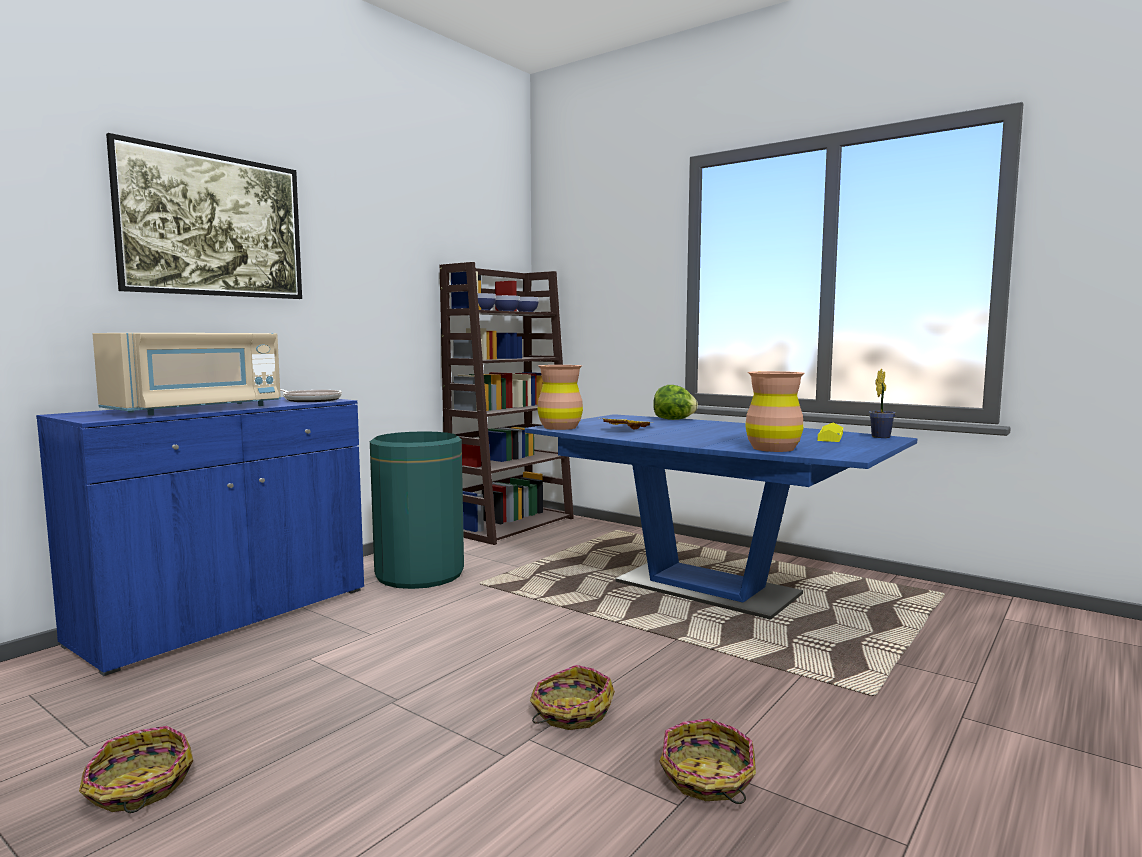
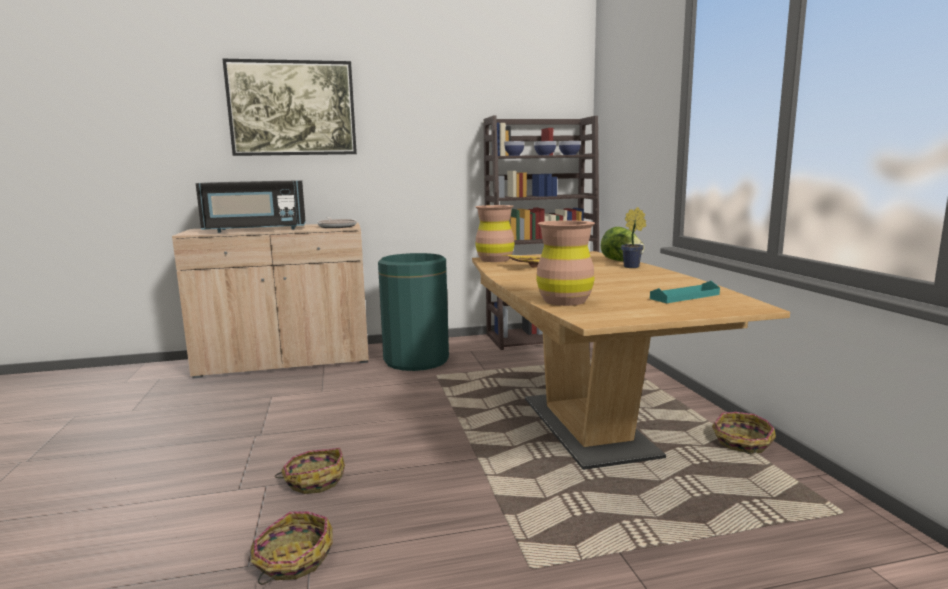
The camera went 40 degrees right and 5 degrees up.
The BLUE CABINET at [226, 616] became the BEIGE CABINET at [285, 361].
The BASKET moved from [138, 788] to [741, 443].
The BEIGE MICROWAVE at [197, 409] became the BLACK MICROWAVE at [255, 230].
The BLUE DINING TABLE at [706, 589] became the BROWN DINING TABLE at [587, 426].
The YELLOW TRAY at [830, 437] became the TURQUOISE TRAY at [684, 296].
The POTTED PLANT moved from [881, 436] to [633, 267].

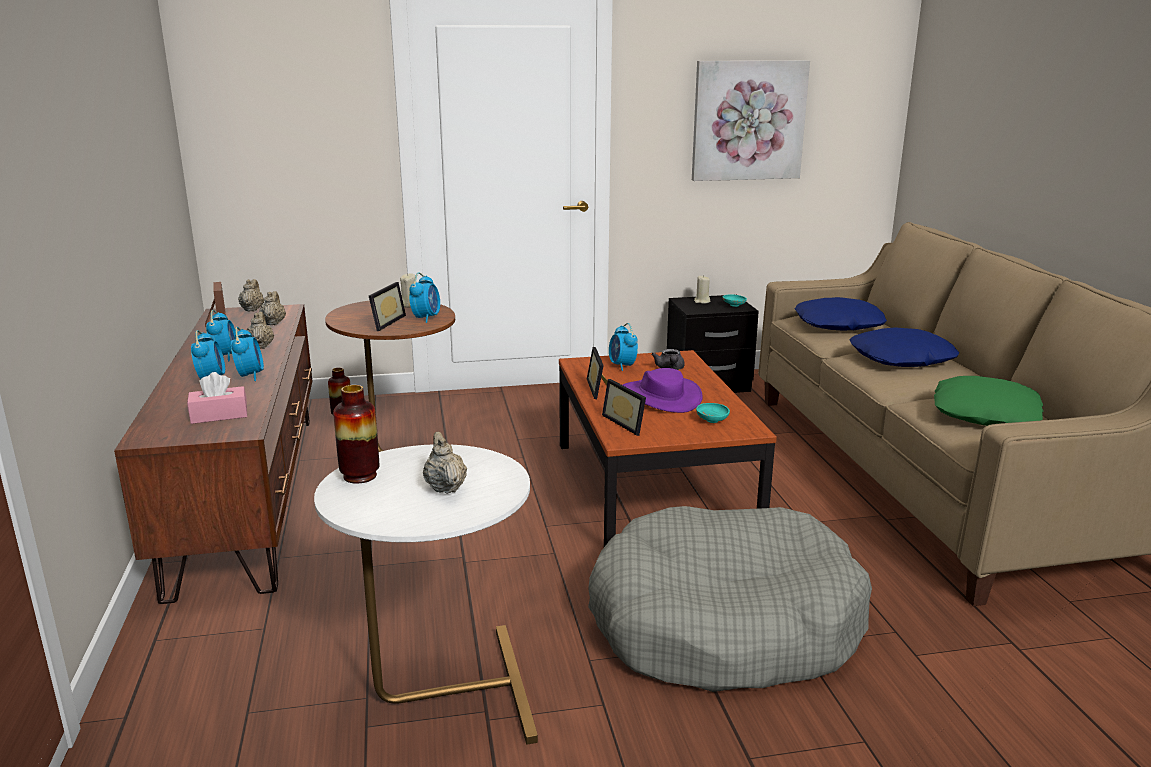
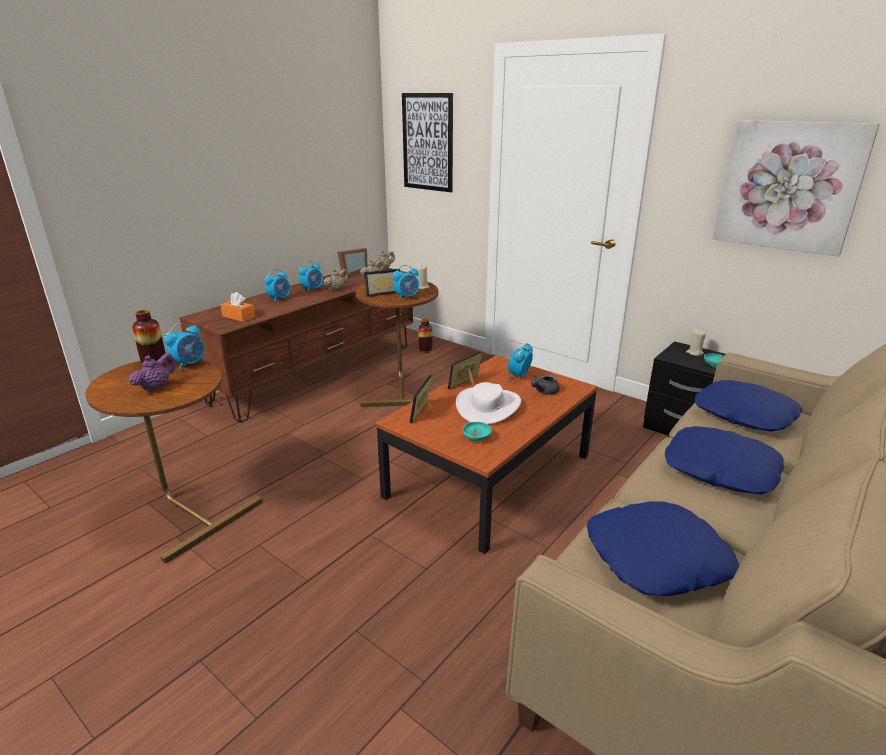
The camera went 50 degrees right and 5 degrees up.
The PINK TISSUE BOX at [219, 415] became the ORANGE TISSUE BOX at [238, 317].
The ALARM CLOCK moved from [250, 376] to [189, 364].
The WHITE SIDE TABLE at [441, 695] became the BROWN SIDE TABLE at [188, 511].
The BEIGE TEAPOT at [445, 487] became the PURPLE TEAPOT at [156, 387].
The GREY DOG BED at [723, 625] disappeared.
The PURPLE HAT at [661, 396] became the WHITE HAT at [488, 406].
The GREEN PILLOW at [984, 413] became the BLUE PILLOW at [656, 556].
The PICTURE at [428, 142] appeared.

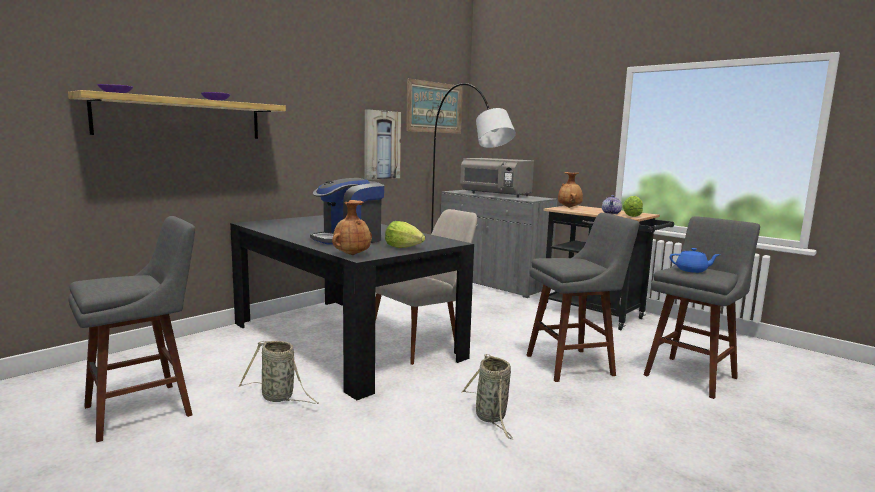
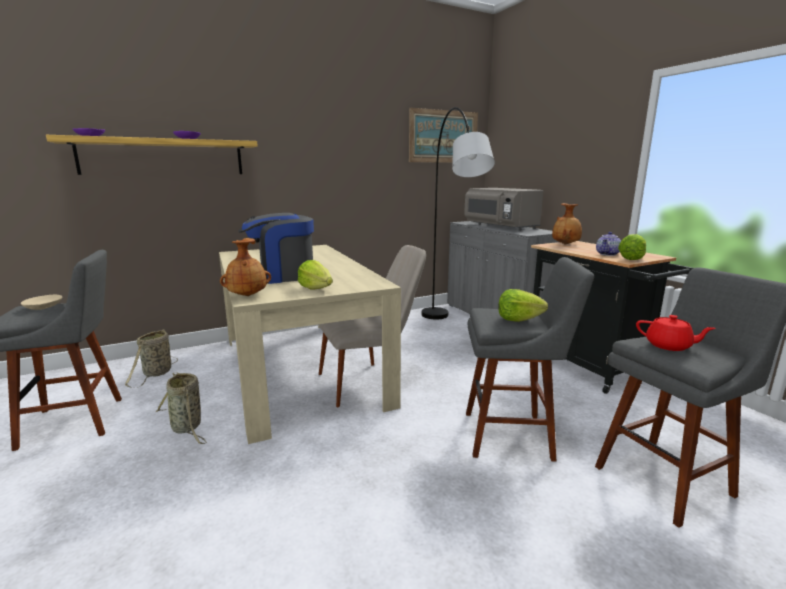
The camera went 20 degrees right and 5 degrees up.
The BLACK DINING TABLE at [344, 340] became the BEIGE DINING TABLE at [300, 368].
The PICTURE at [381, 145] disappeared.
The BASKET moved from [491, 418] to [156, 374].
The BLUE TEAPOT at [692, 270] became the RED TEAPOT at [669, 346].
The BEIGE BOWL at [43, 308] appeared.
The LETTUCE at [518, 319] appeared.

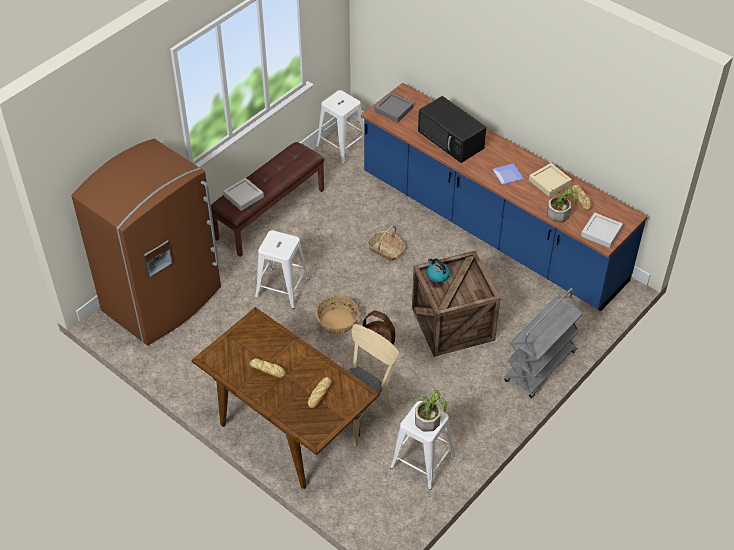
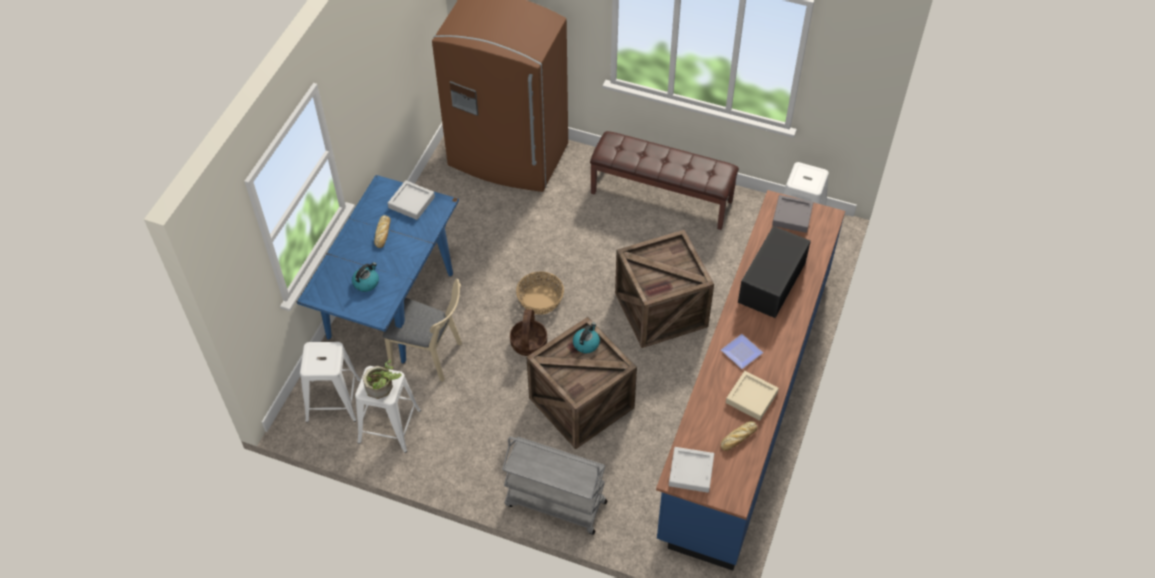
The camera went 70 degrees right and 5 degrees up.
The BROWN DINING TABLE at [288, 429] became the BLUE DINING TABLE at [391, 304].
The GREY TRAY moved from [243, 196] to [411, 202].
The WHITE STOOL moved from [282, 287] to [333, 400].
The BREAD at [319, 395] was replaced by the KETTLE at [366, 282].
The BASKET at [386, 250] was replaced by the CRATE at [660, 311].
The POTTED PLANT at [560, 212] disappeared.

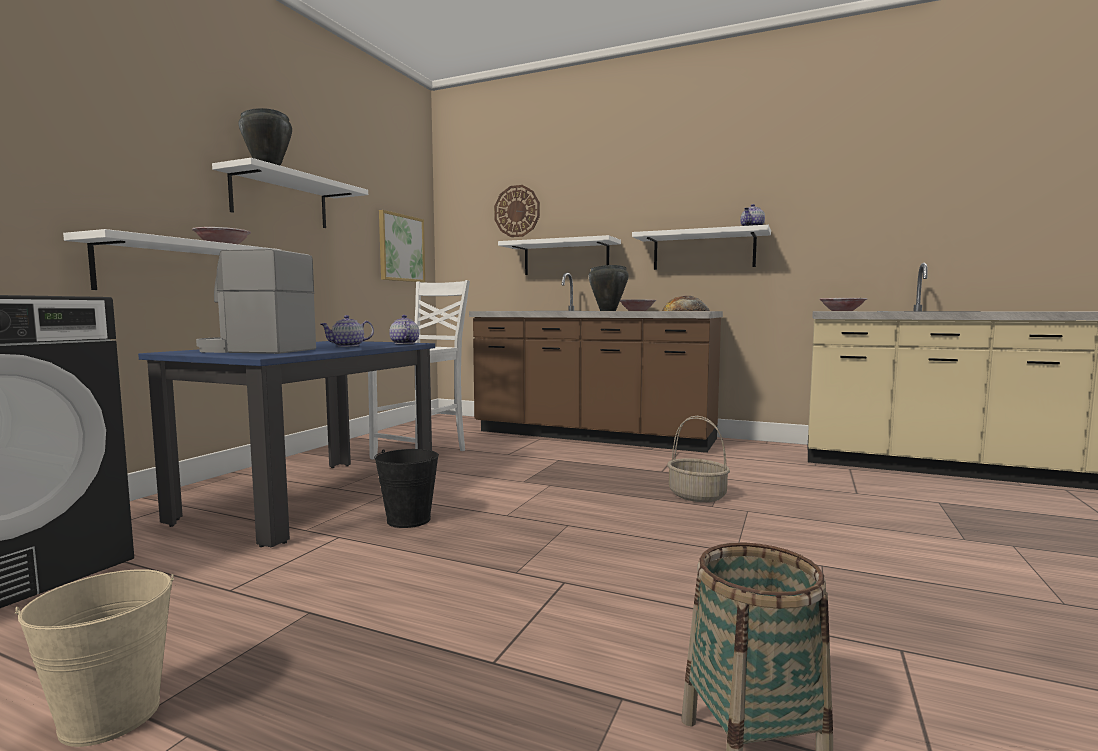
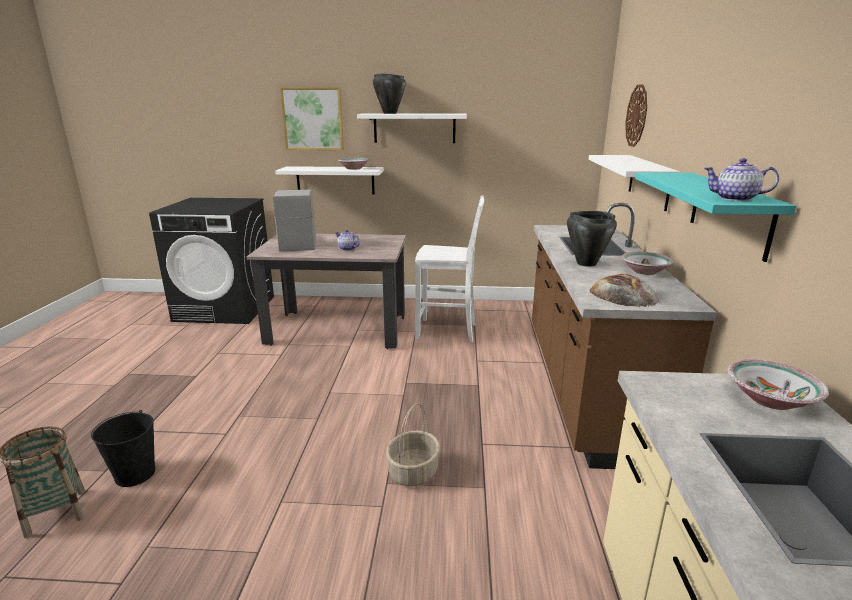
The camera went 70 degrees right and 15 degrees up.
The BEIGE BUCKET at [110, 715] disappeared.
The BLUE DINING TABLE at [313, 498] became the BEIGE DINING TABLE at [337, 329].
The BLACK BUCKET moved from [409, 520] to [135, 474].
The PICTURE moved from [401, 248] to [313, 119].
The TEAPOT at [403, 343] disappeared.
The WHITE SHELF at [703, 251] became the TURQUOISE SHELF at [729, 213].

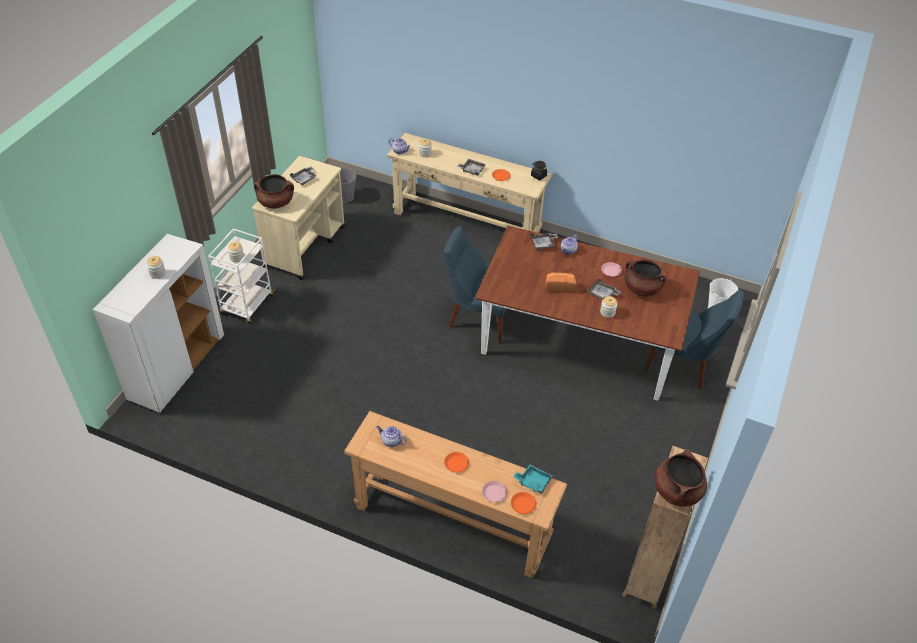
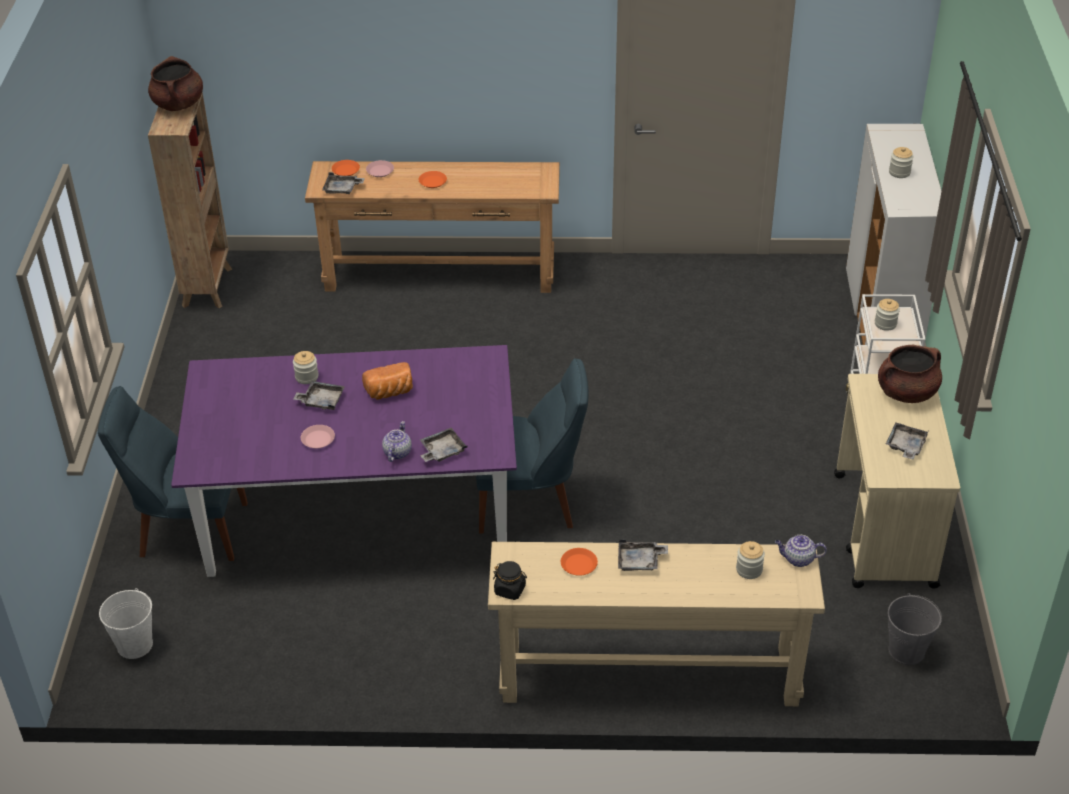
The camera went 160 degrees right and 5 degrees down.
The TEAPOT at [391, 441] disappeared.
The BROWN DINING TABLE at [578, 343] became the PURPLE DINING TABLE at [359, 512].
The TURQUOISE TRAY at [533, 481] became the GREY TRAY at [342, 189].
The BROWN COOKING POT at [641, 289] disappeared.

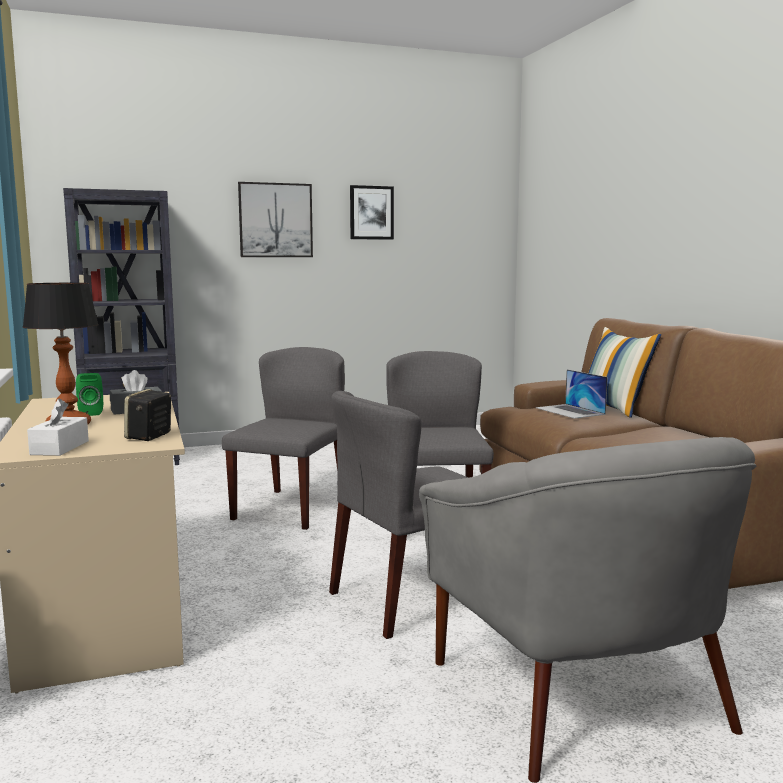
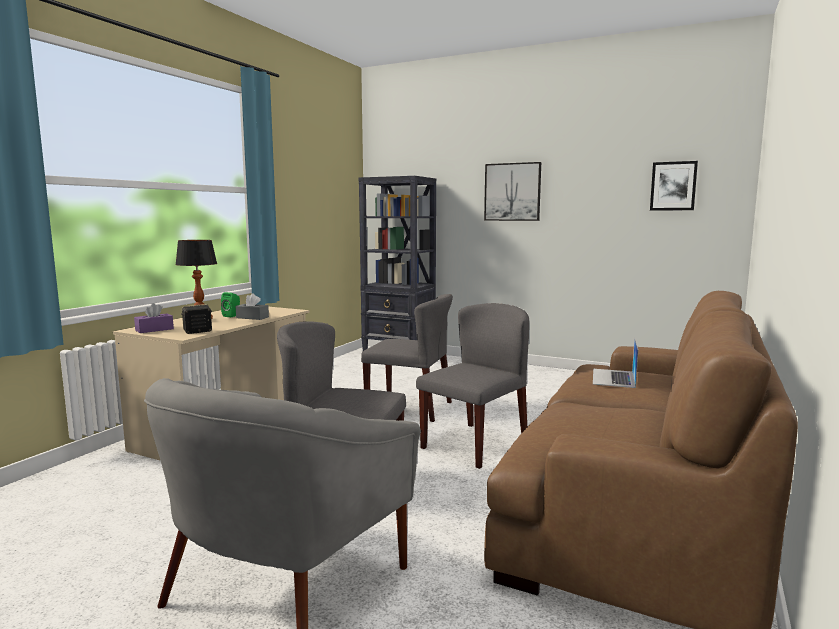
The camera went 45 degrees right and 0 degrees up.
The WHITE TISSUE BOX at [60, 448] became the PURPLE TISSUE BOX at [154, 330].
The GREY CHAIR at [290, 508] turned 45 degrees clockwise.
The PICTURE moved from [371, 212] to [673, 186].
The PILLOW at [615, 409] disappeared.

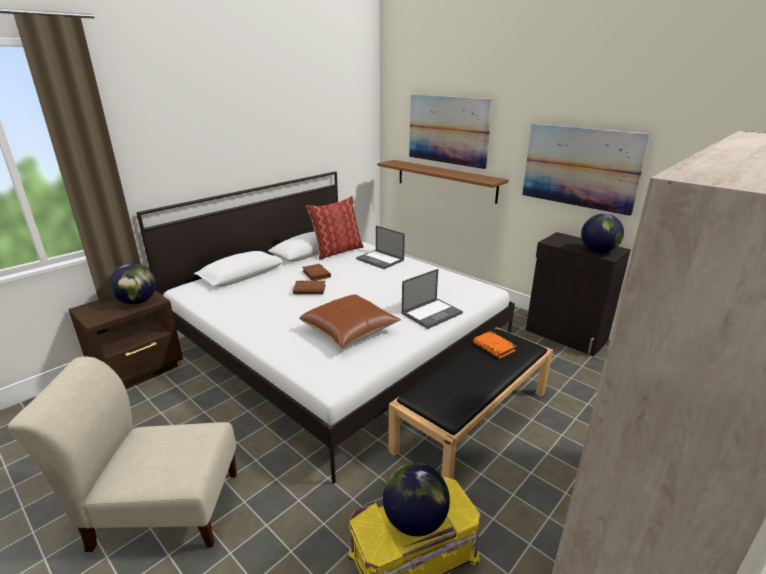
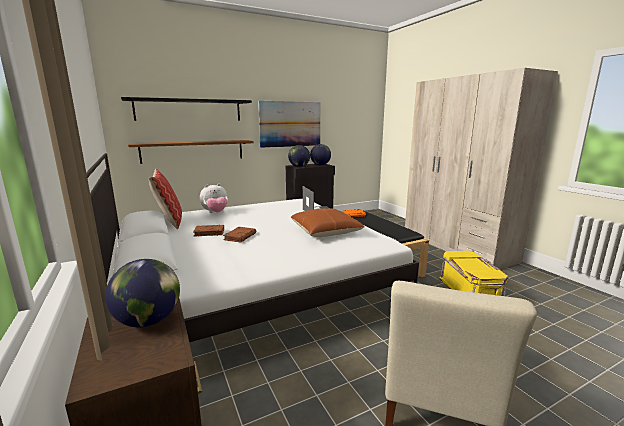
The camera went 70 degrees left and 10 degrees down.
The LAPTOP at [380, 260] was replaced by the PLUSH TOY at [215, 213].
The GLOBE moved from [415, 521] to [299, 167].
The PICTURE at [448, 130] was replaced by the BLACK SHELF at [189, 110].

